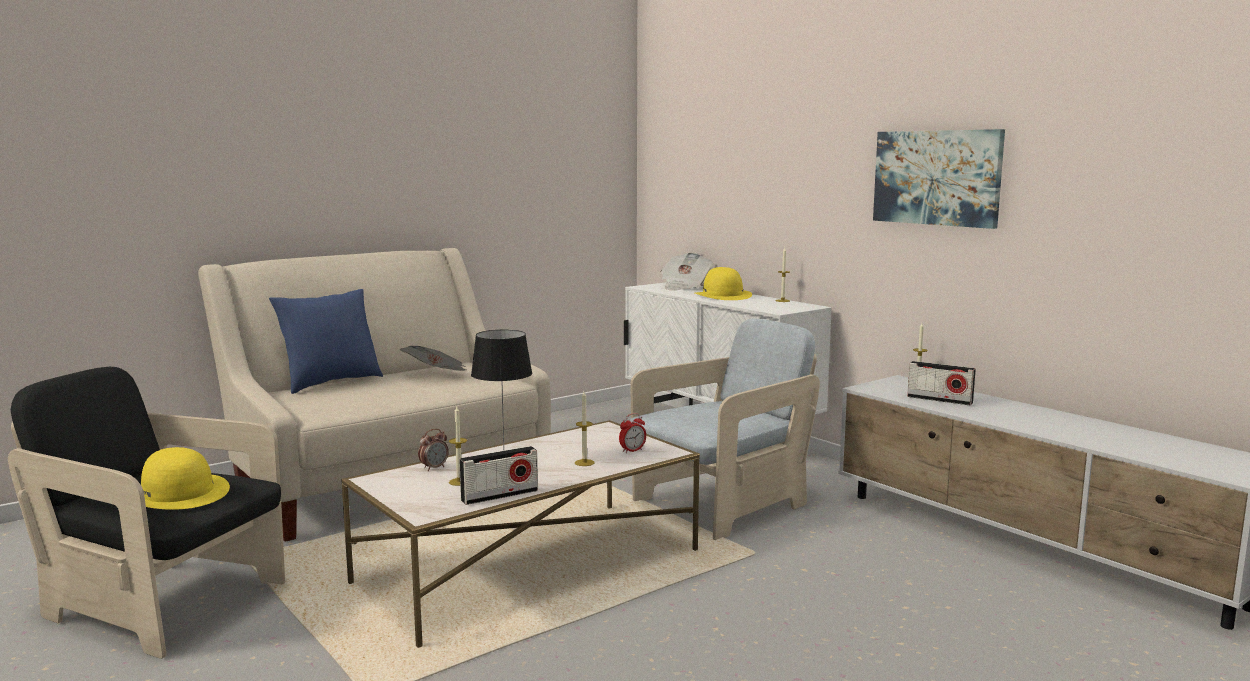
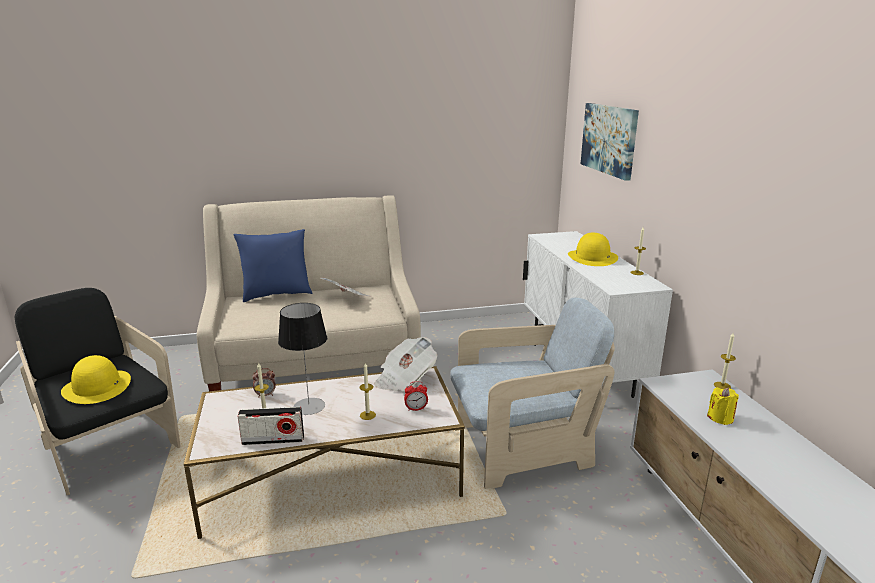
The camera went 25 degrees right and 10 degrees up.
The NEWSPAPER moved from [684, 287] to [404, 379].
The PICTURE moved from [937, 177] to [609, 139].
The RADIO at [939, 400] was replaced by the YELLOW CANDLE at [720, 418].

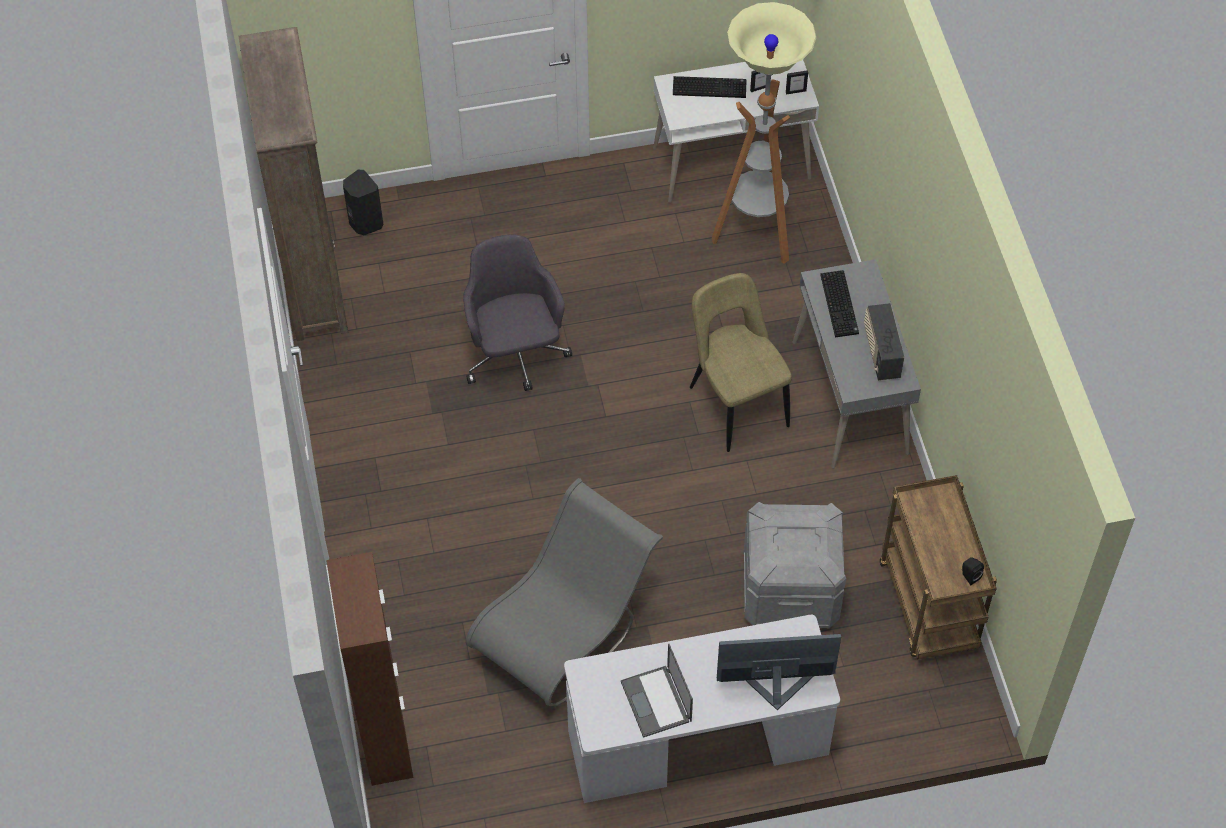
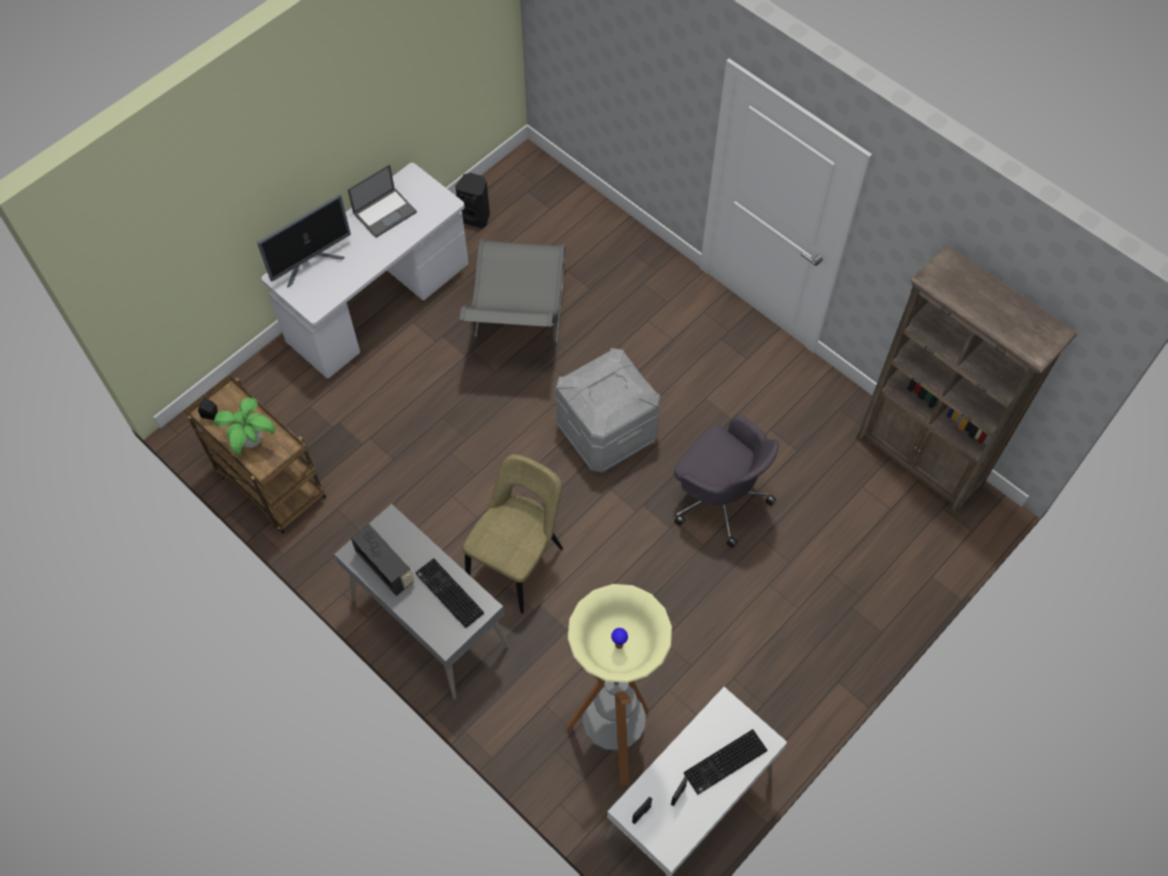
The camera went 145 degrees right and 5 degrees up.
The BROWN CABINET at [385, 740] disappeared.
The BLACK SPEAKER moved from [365, 223] to [476, 217].
The LAPTOP at [656, 702] turned 105 degrees clockwise.
The BEIGE CHAIR at [736, 403] turned 90 degrees counterclockwise.
The GREY STORAGE BOX moved from [789, 591] to [606, 431].
The POTTED PLANT at [252, 441] appeared.

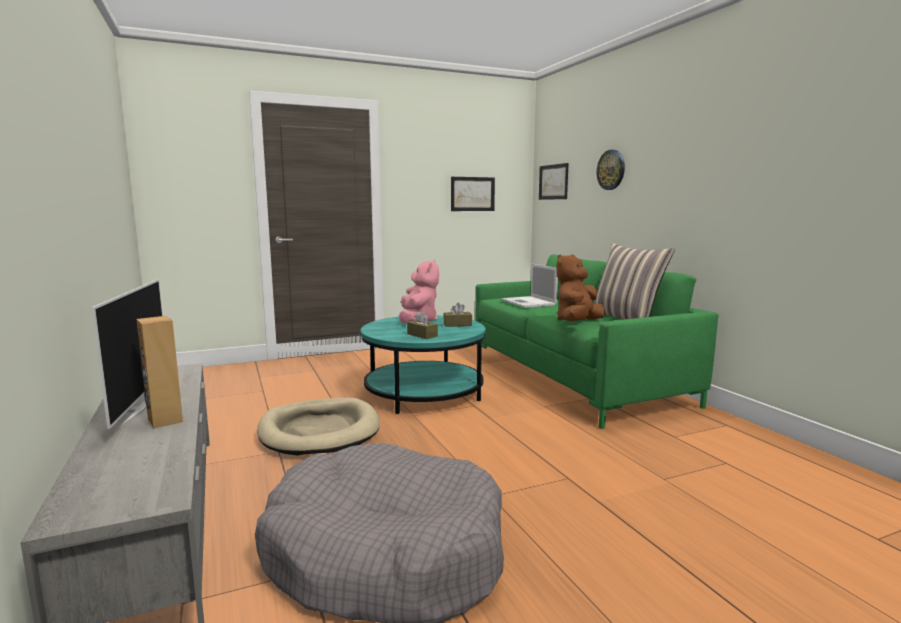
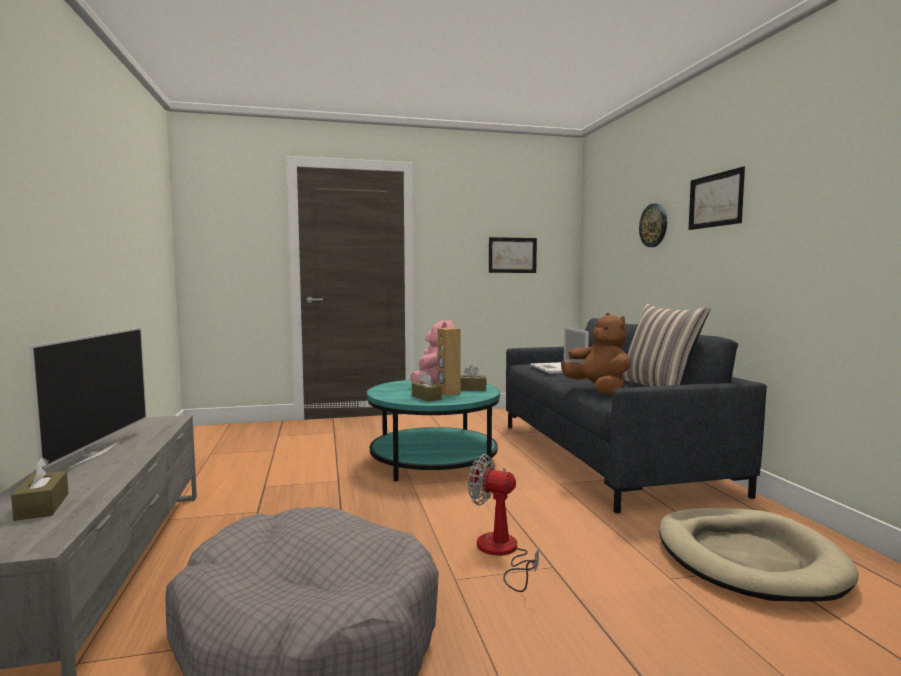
The camera went 10 degrees right and 5 degrees down.
The BROWN SPEAKER moved from [164, 420] to [448, 393].
The BEIGE DOG BED moved from [319, 431] to [748, 558].
The GREEN SOFA at [575, 379] became the GREY SOFA at [607, 456].
The PICTURE moved from [553, 182] to [715, 200].
The BROWN PLUSH TOY at [578, 323] turned 105 degrees clockwise.
The BROWN TISSUE BOX at [42, 506] appeared.
The FAN at [502, 553] appeared.

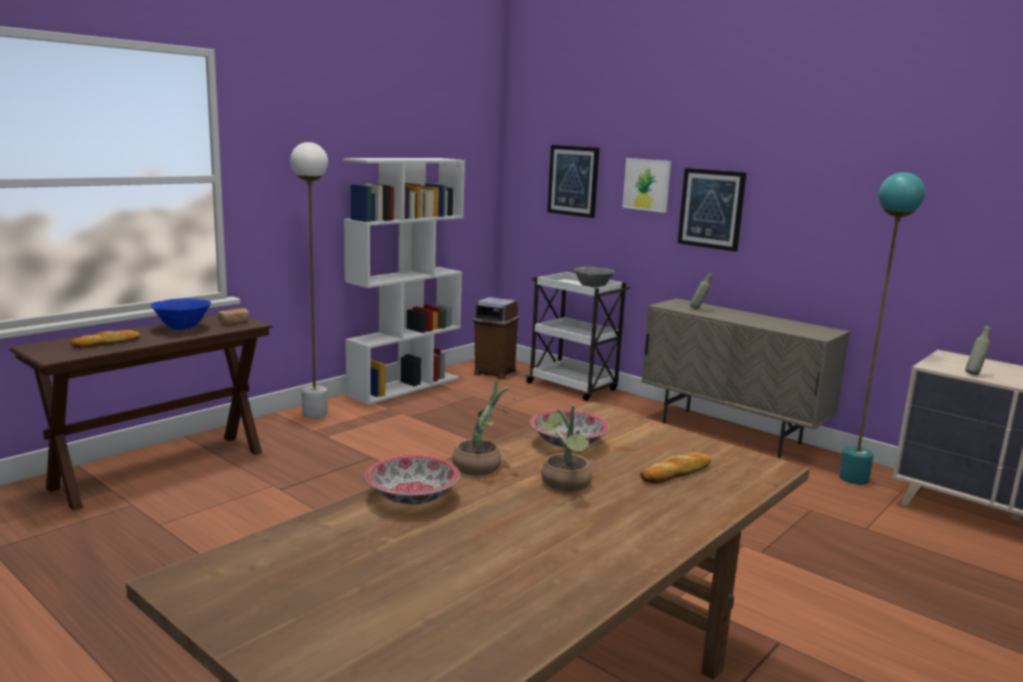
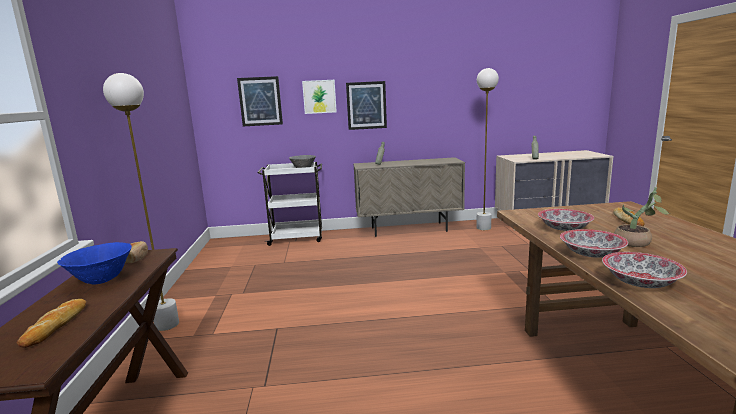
The camera went 45 degrees left and 0 degrees up.
The WHITE BOOKCASE at [404, 386] disappeared.
The POTTED PLANT at [482, 466] was replaced by the BOWL at [590, 253].
The BROWN TRASH CAN at [494, 372] disappeared.
The TURQUOISE FLOOR LAMP at [854, 478] became the WHITE FLOOR LAMP at [483, 228].

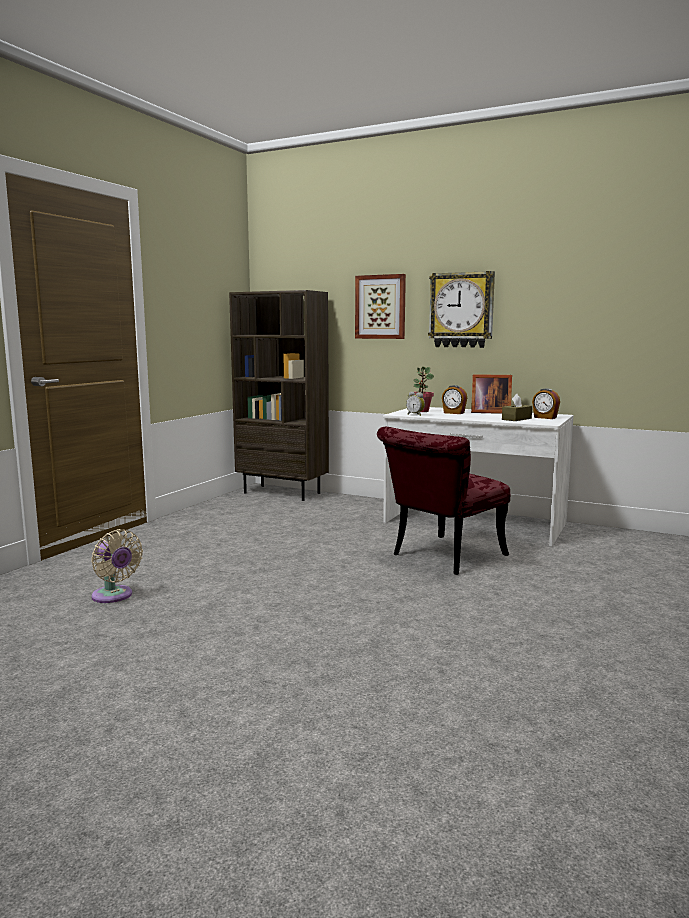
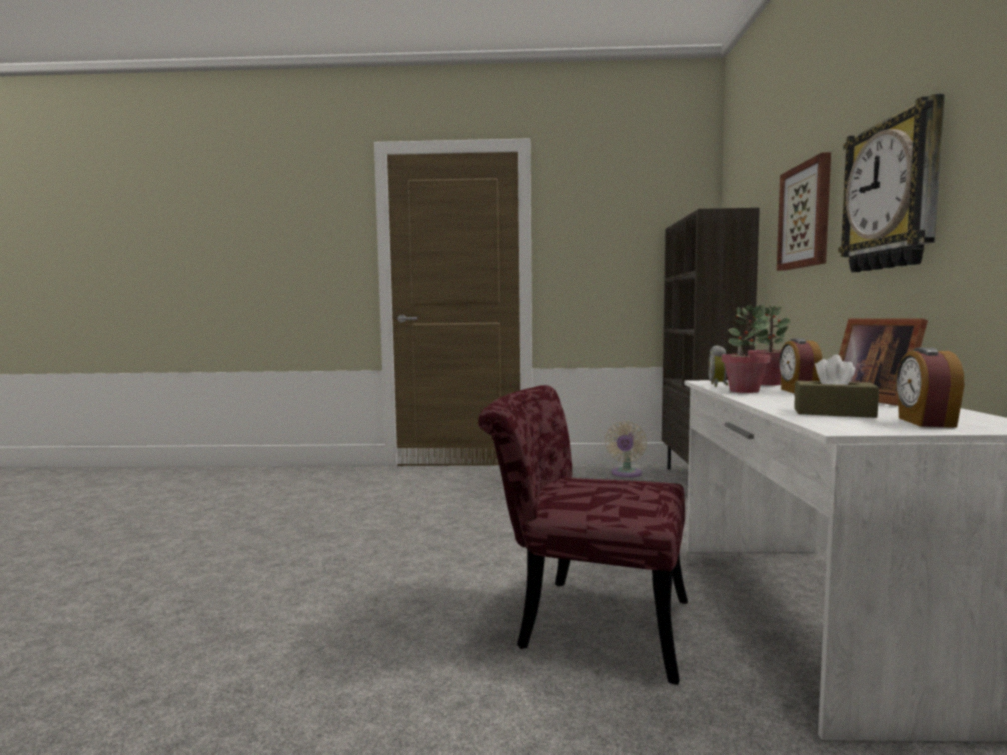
The camera went 65 degrees right and 5 degrees down.
The BEIGE FAN moved from [114, 596] to [626, 474].
The POTTED PLANT at [744, 391] appeared.

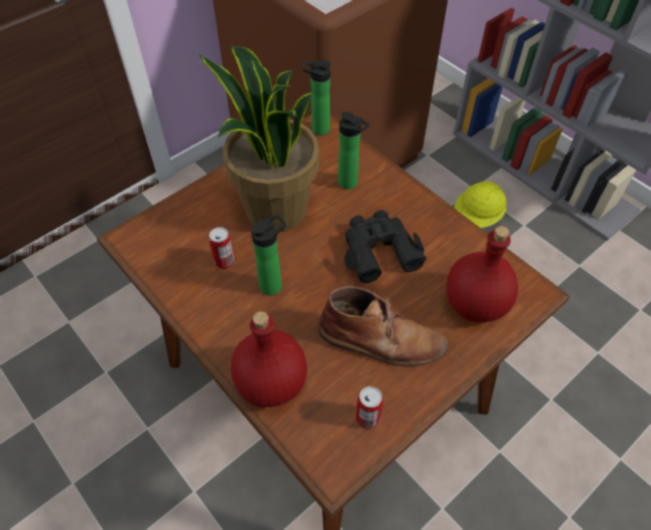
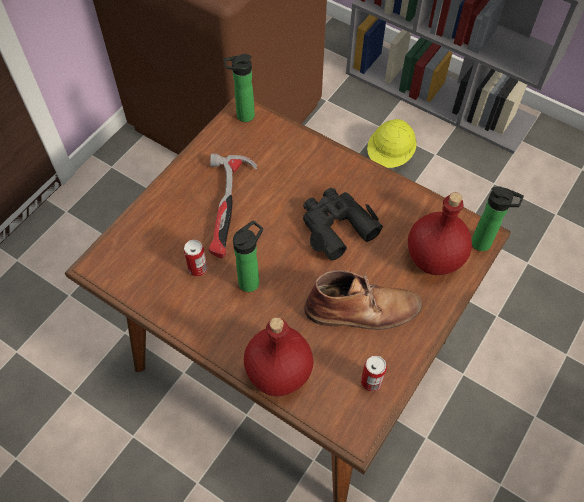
The camera went 15 degrees left and 5 degrees up.
The POTTED PLANT at [275, 210] was replaced by the HAMMER at [228, 207].
The BOTTLE moved from [350, 184] to [484, 244].

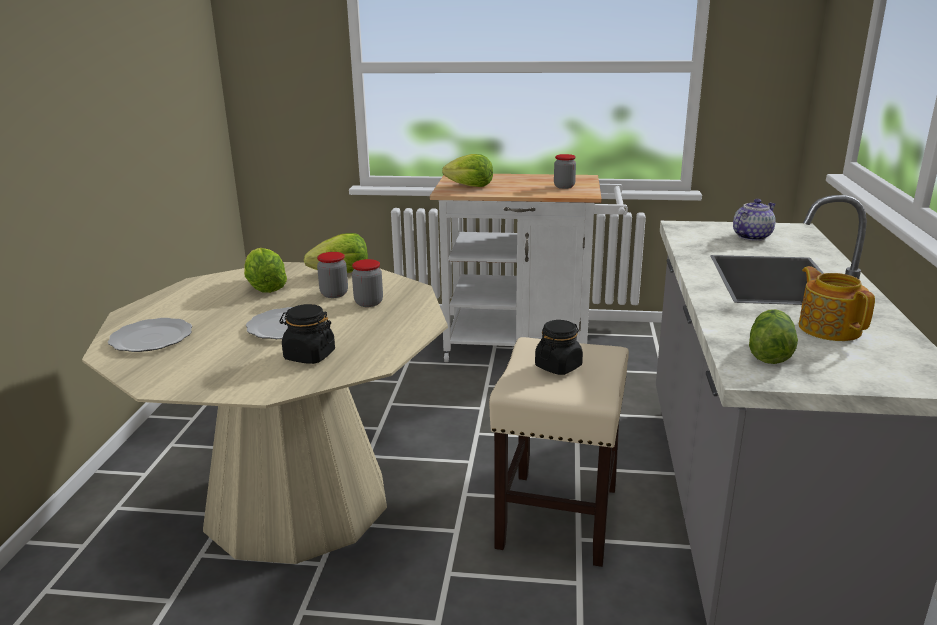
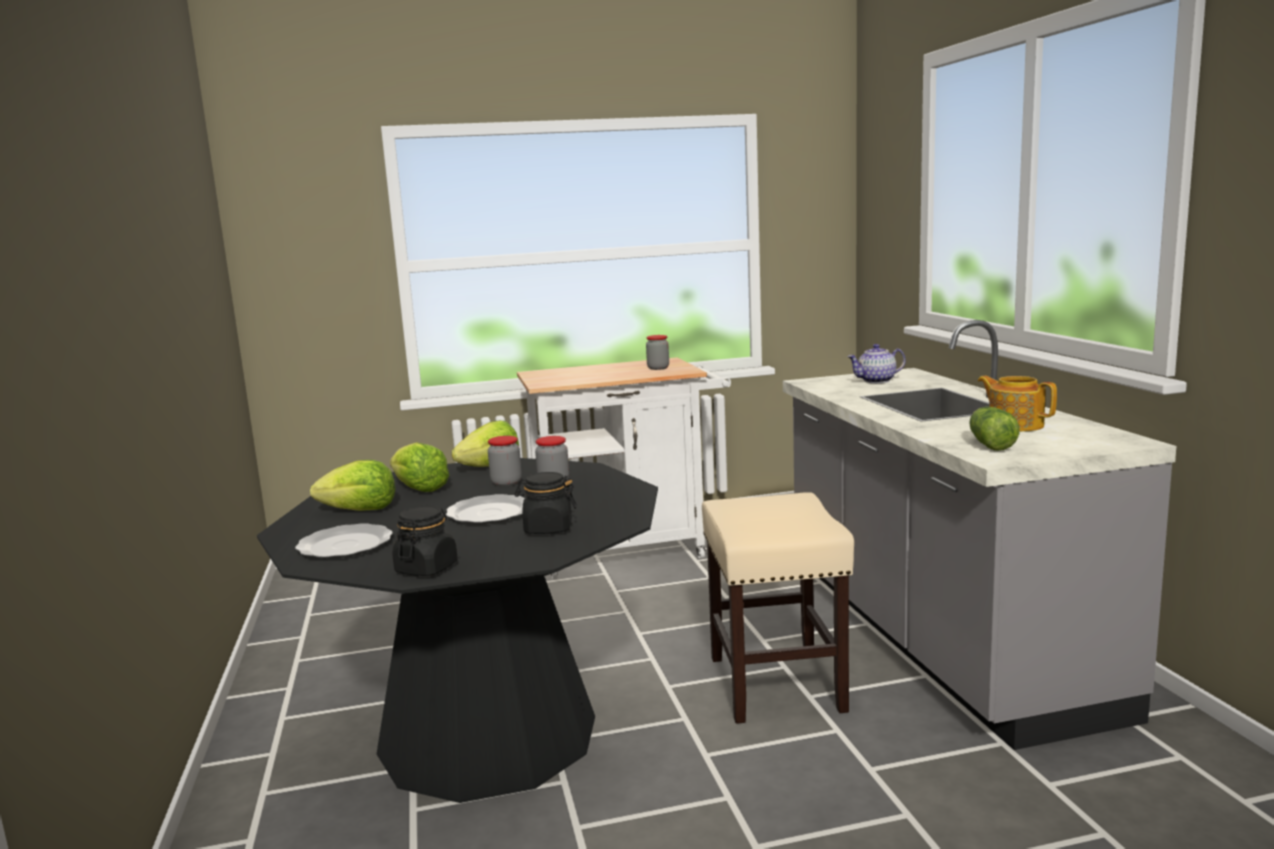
The camera went 20 degrees left and 10 degrees down.
The BEIGE DINING TABLE at [297, 501] became the BLACK DINING TABLE at [488, 734].
The LETTUCE moved from [470, 186] to [360, 510].
The BLACK JAR moved from [558, 366] to [426, 568].
The TEAPOT at [751, 236] turned 135 degrees counterclockwise.

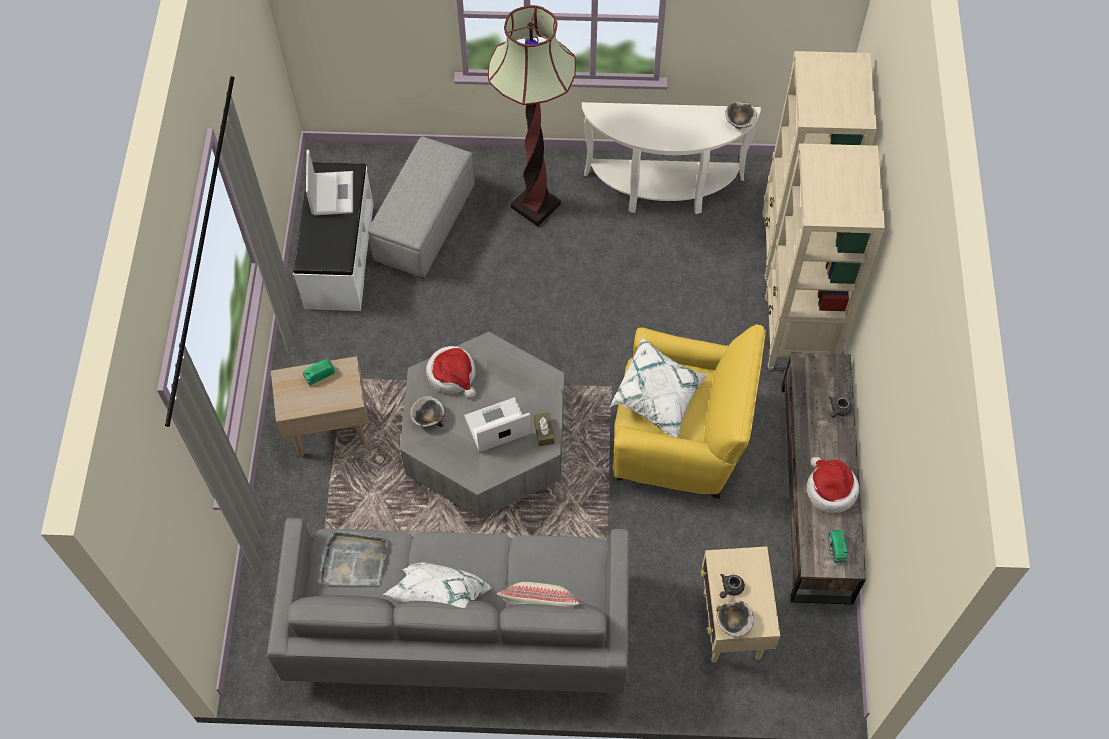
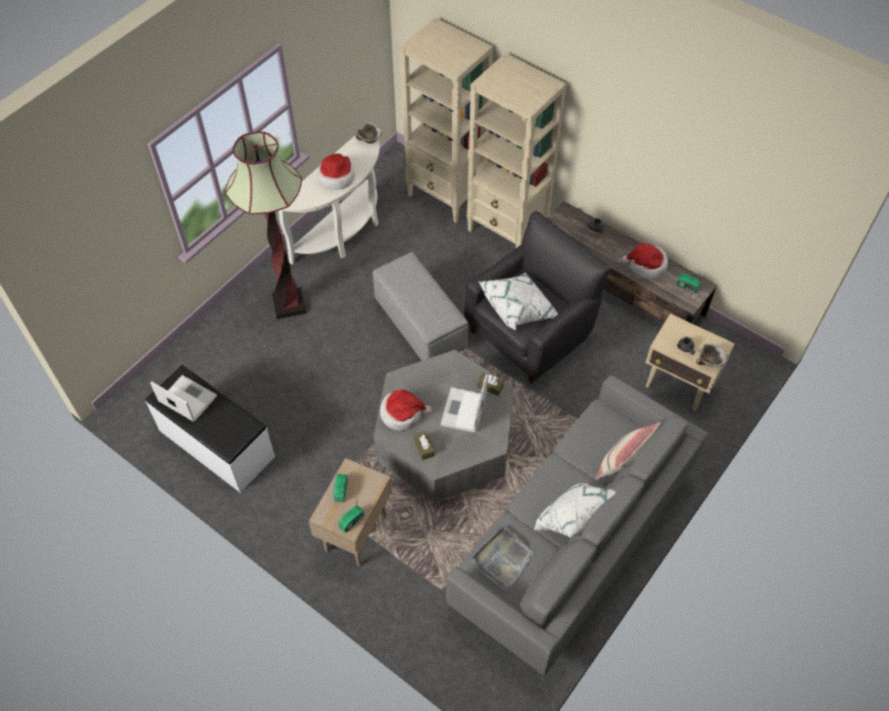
The camera went 55 degrees left and 5 degrees down.
The GREY OTTOMAN moved from [425, 223] to [419, 324].
The BOWL at [428, 418] was replaced by the BROWN TISSUE BOX at [424, 448].
The YELLOW ARMCHAIR at [680, 440] became the BLACK ARMCHAIR at [530, 333].
The HAT at [336, 177] appeared.
The RADIO at [352, 521] appeared.

